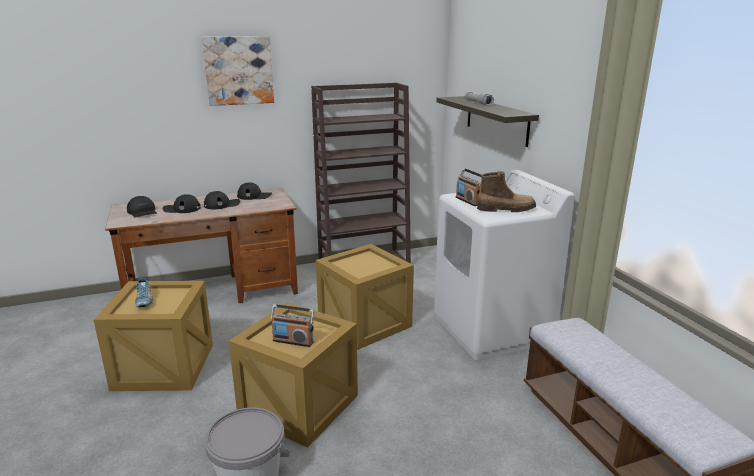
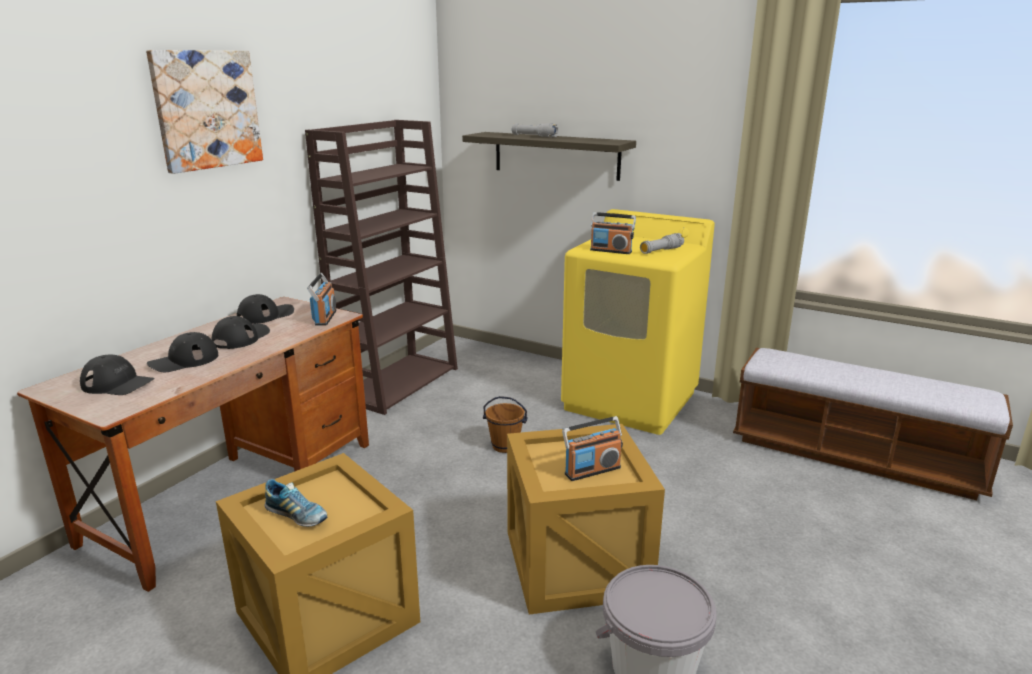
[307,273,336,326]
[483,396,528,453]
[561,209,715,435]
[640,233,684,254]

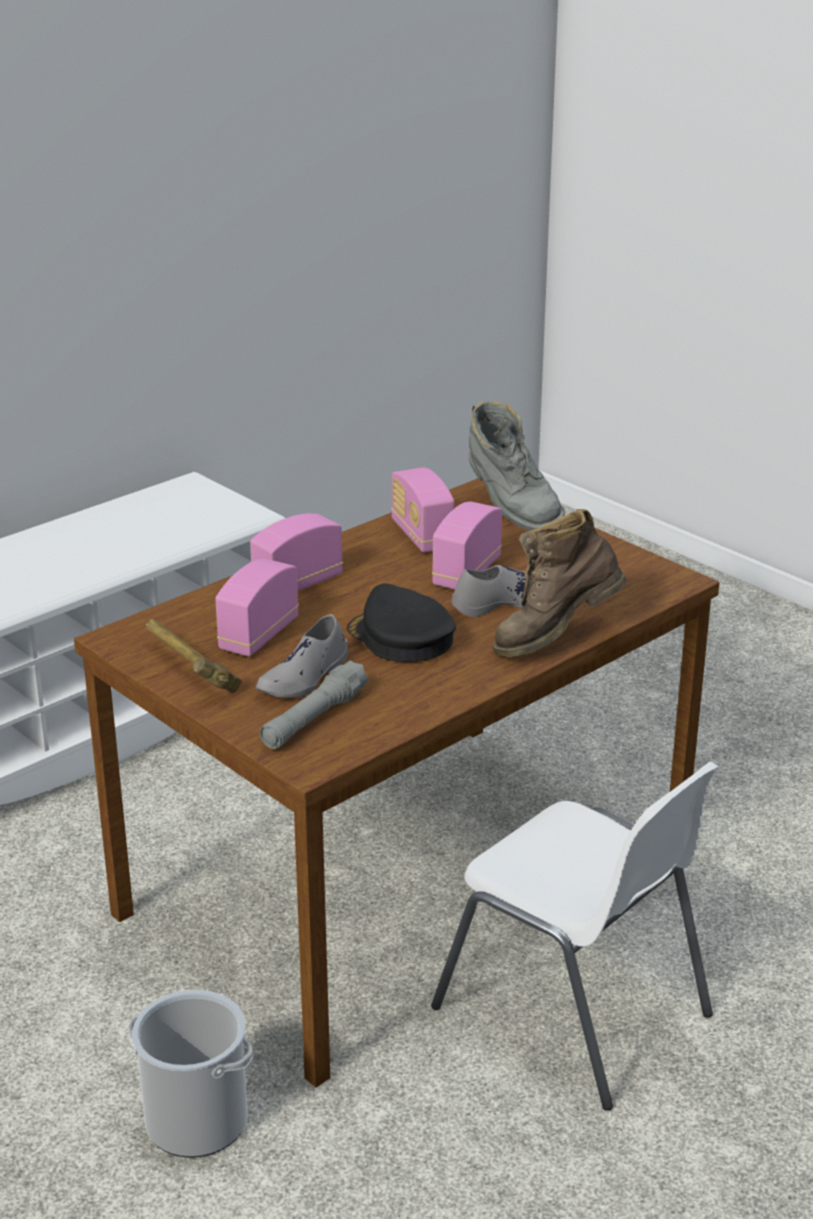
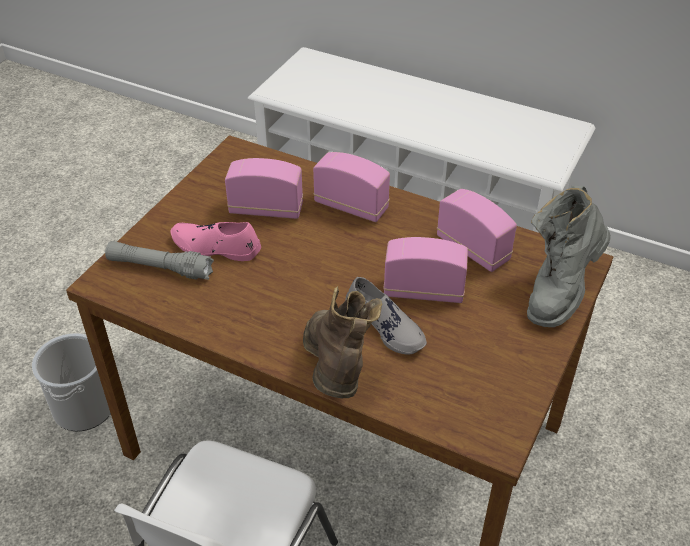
[170,222,261,261]
[303,286,382,398]
[437,189,517,272]
[145,619,242,693] (first image)
[347,583,456,662] (first image)

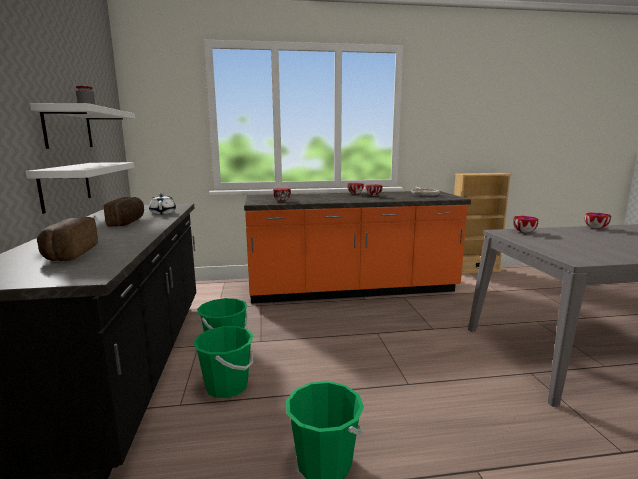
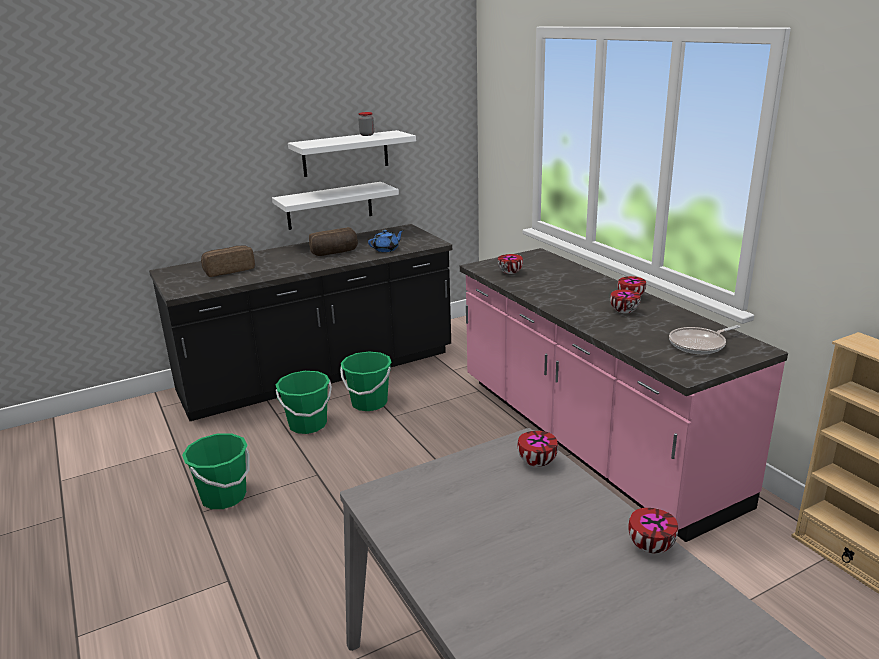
[368,230,404,252]
[460,248,788,542]

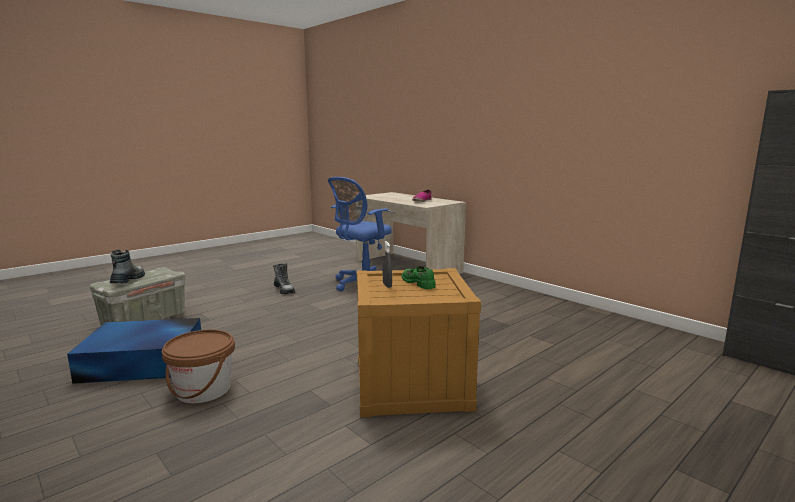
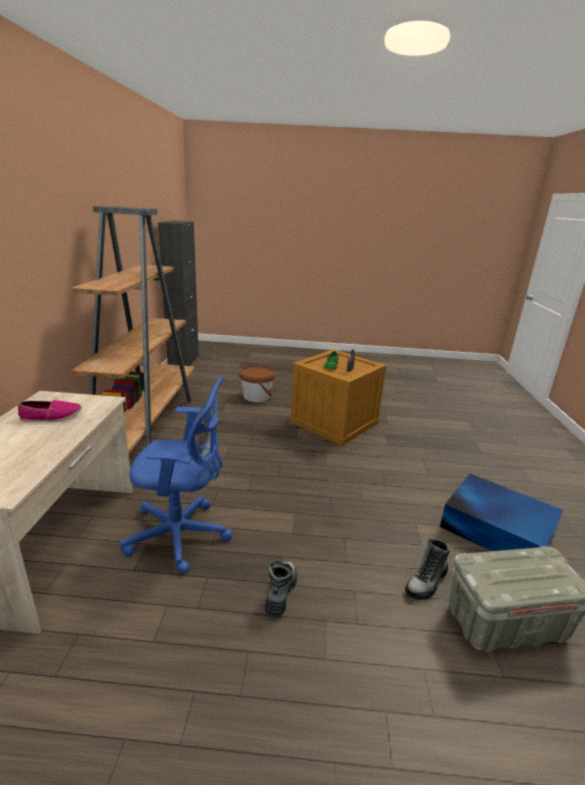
[71,206,195,453]
[239,365,275,402]
[405,538,450,600]

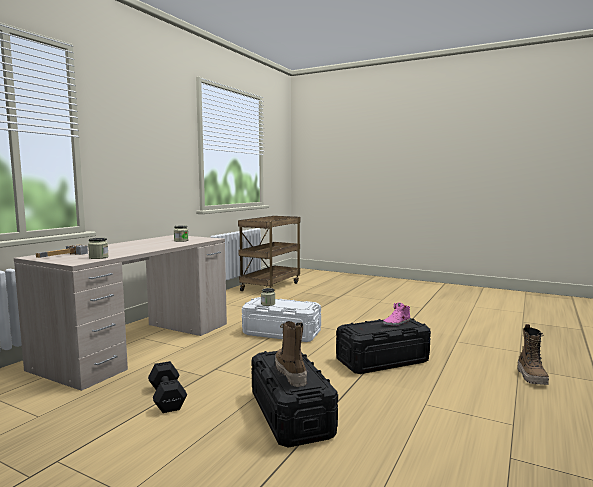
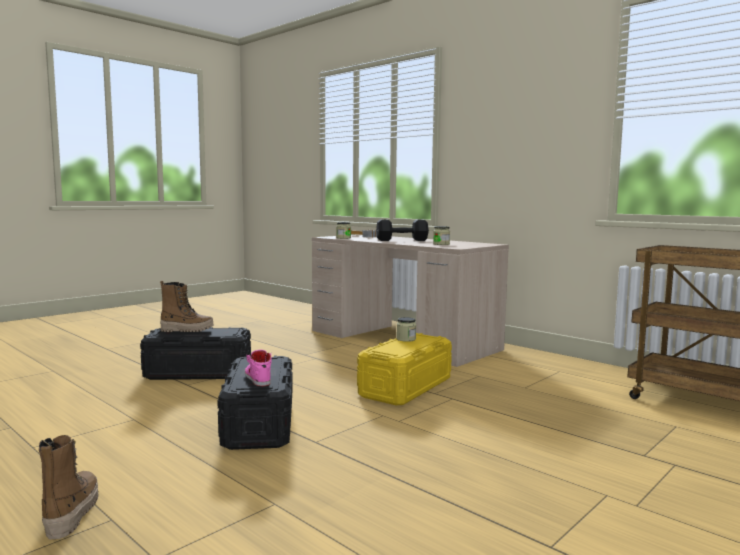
[39,435,98,539]
[357,333,452,405]
[376,219,429,241]

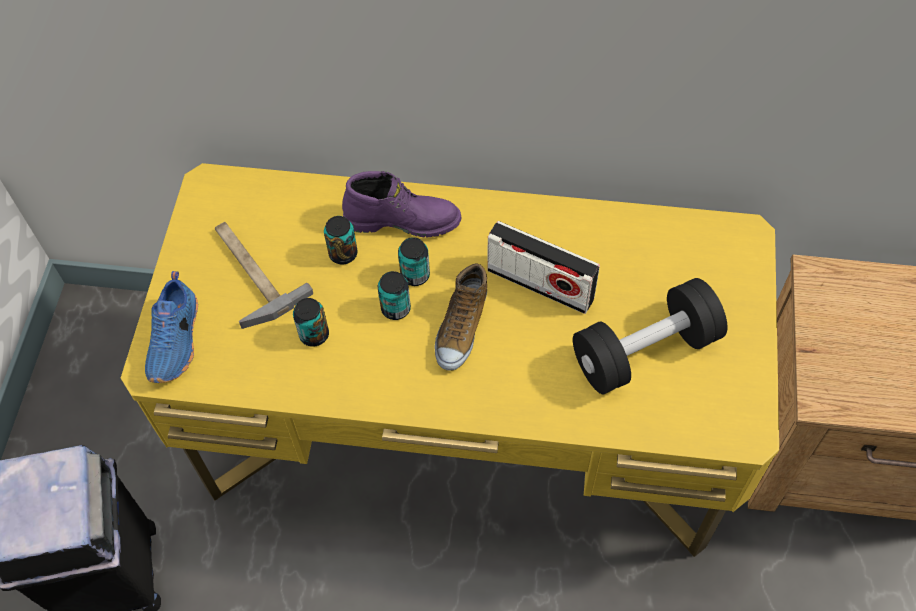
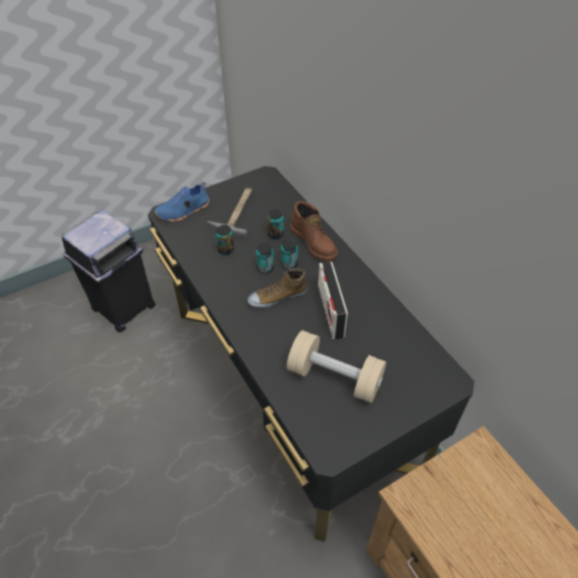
[148,166,474,542]
[287,330,386,403]
[290,201,338,261]

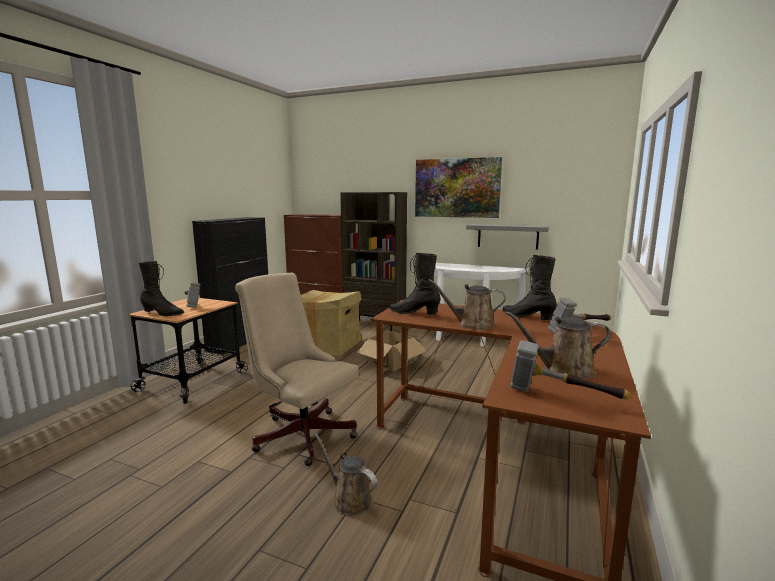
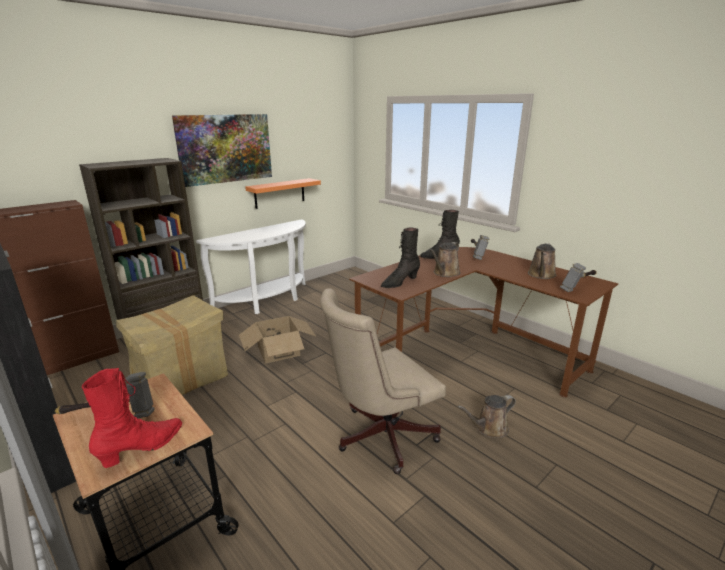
[82,368,182,468]
[245,178,321,209]

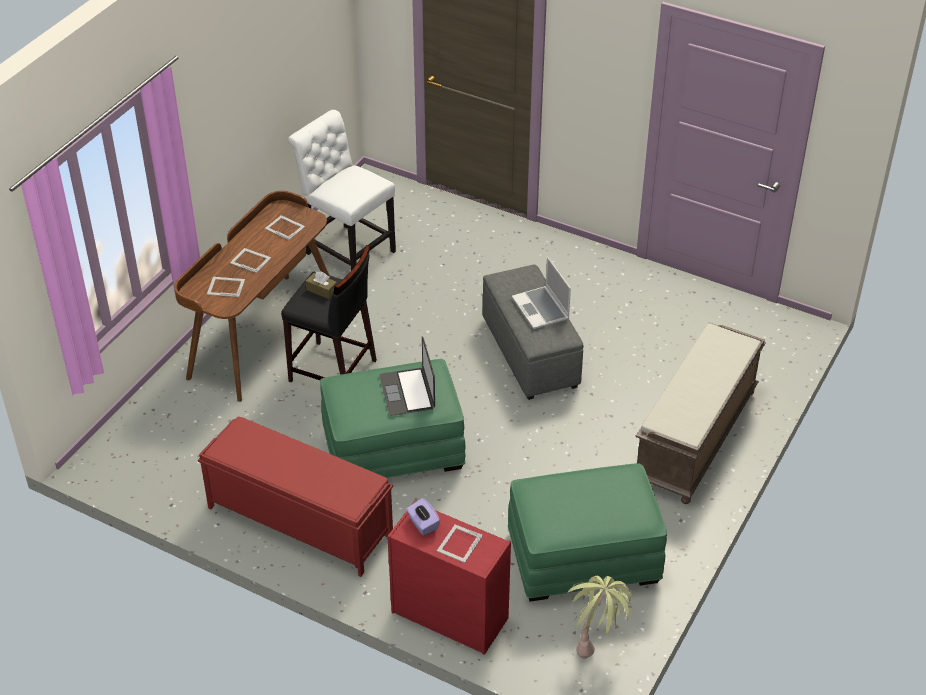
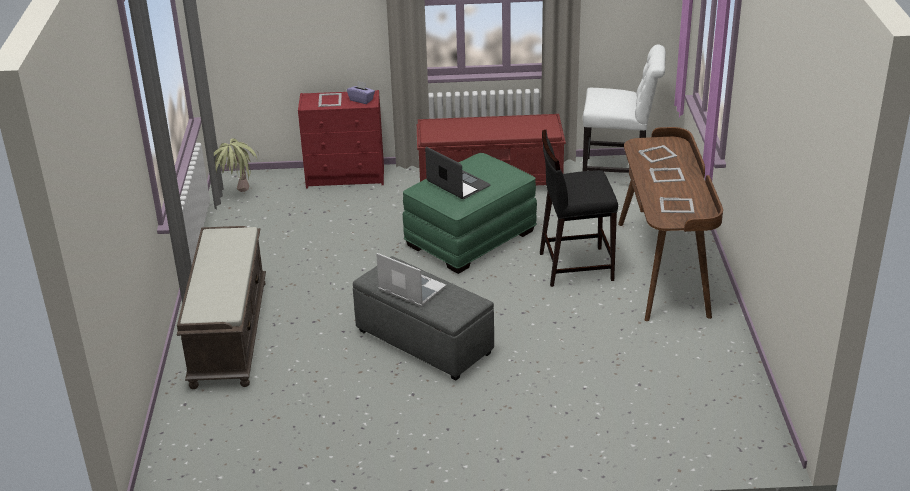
[583,45,666,173]
[306,271,337,299] (first image)
[508,463,667,602] (first image)

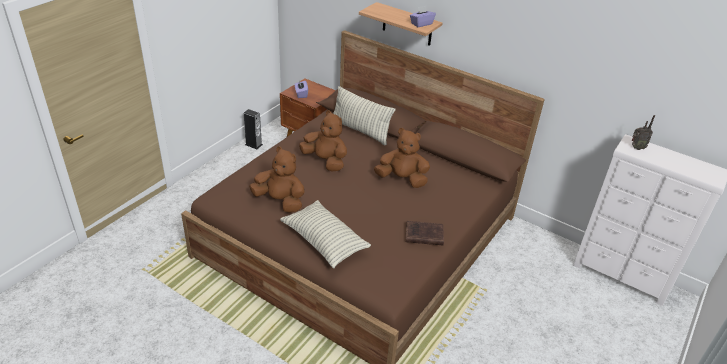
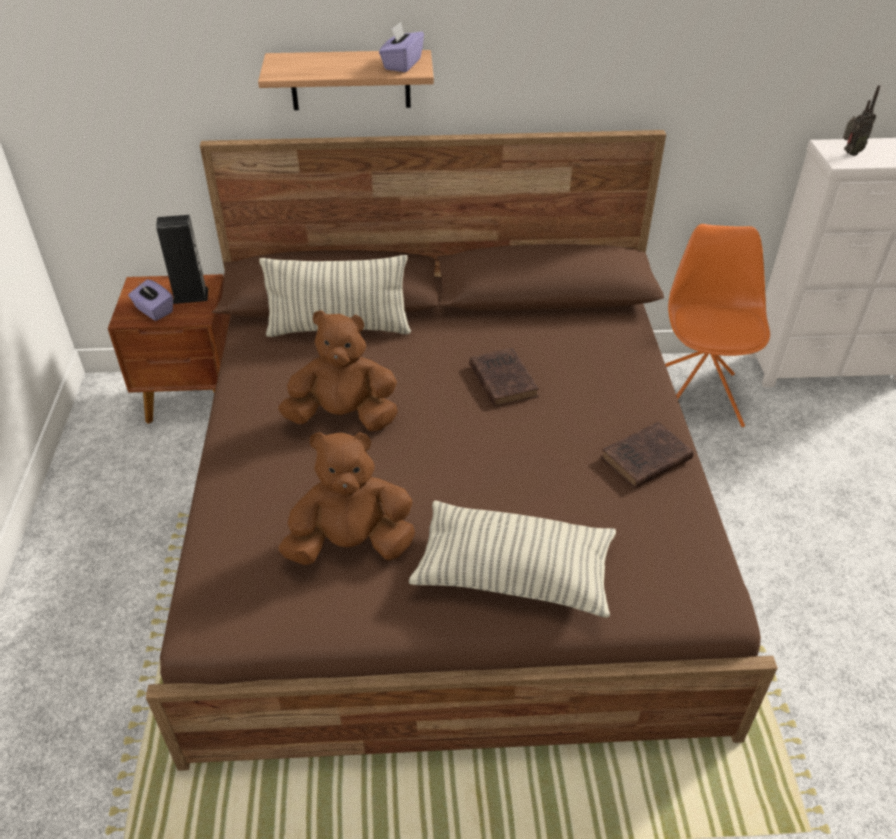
[156,215,208,304]
[469,348,539,407]
[665,224,770,427]

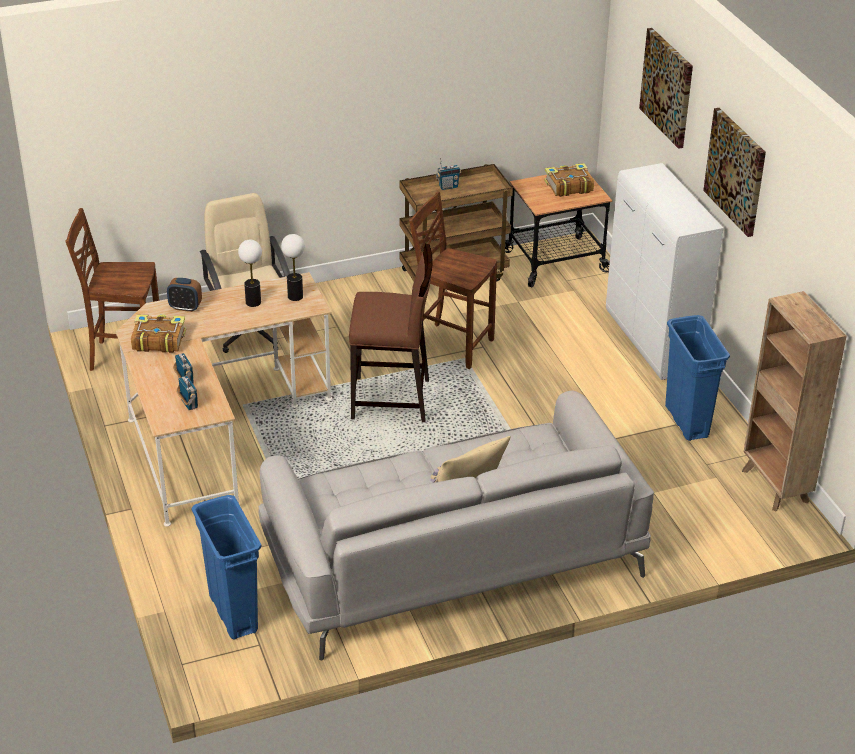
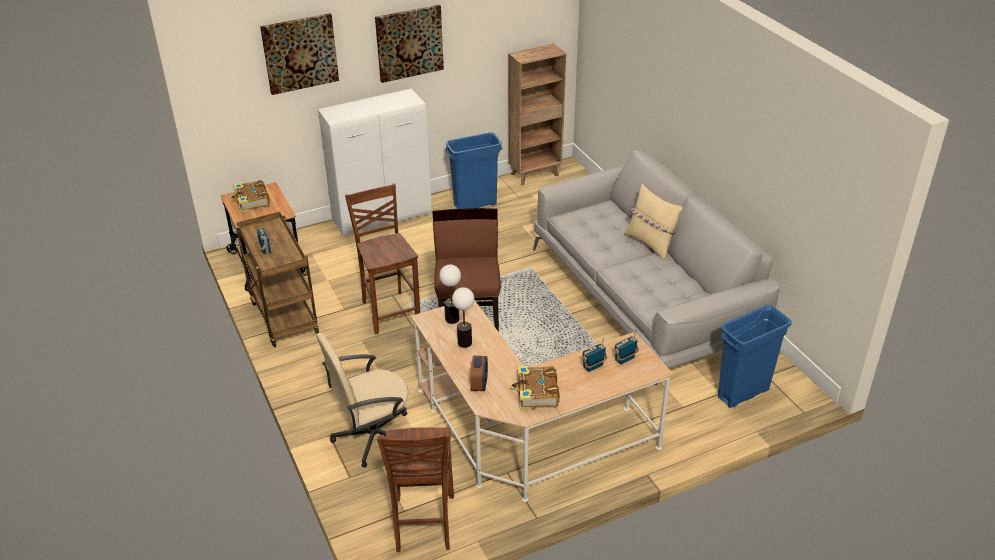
[345,183,420,334]

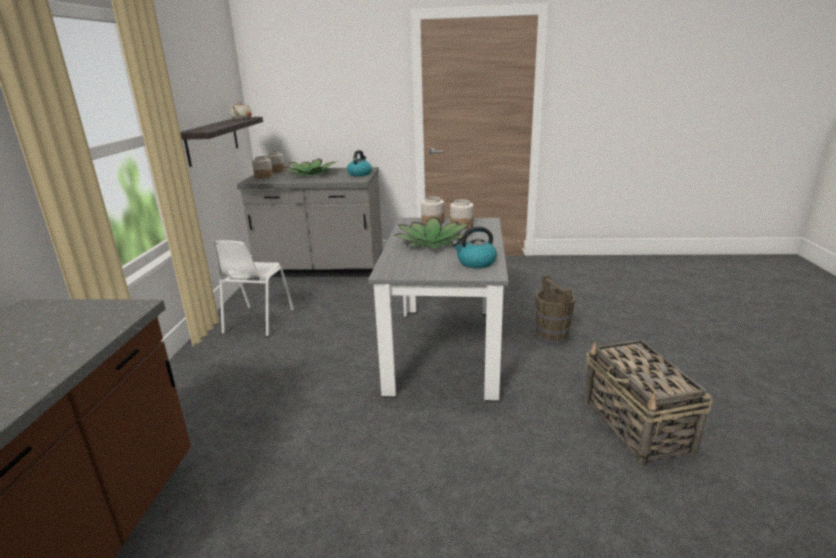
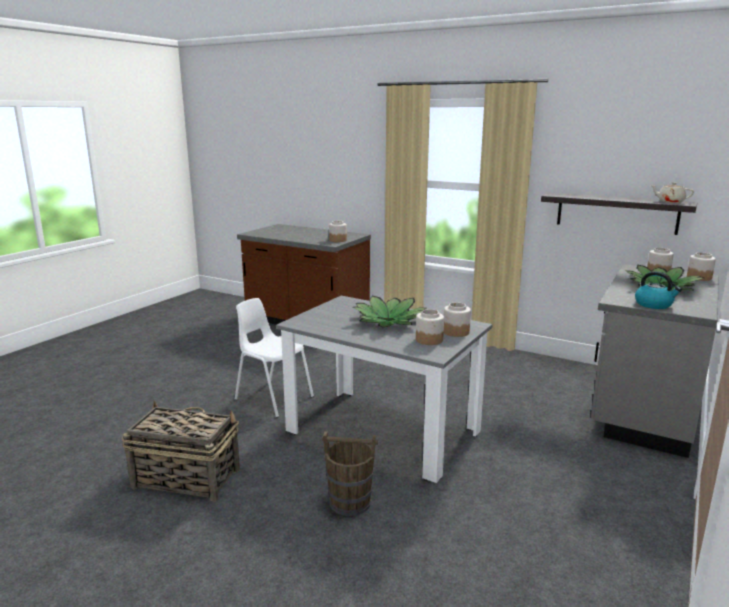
[235,298,314,418]
[329,221,347,242]
[452,226,497,268] (first image)

